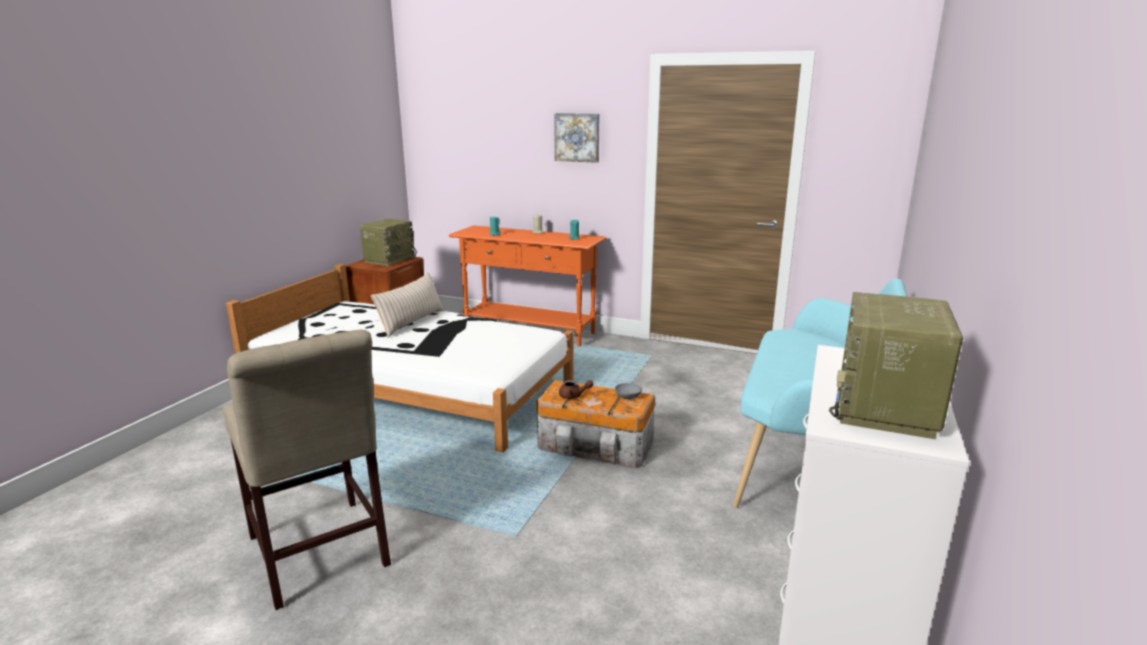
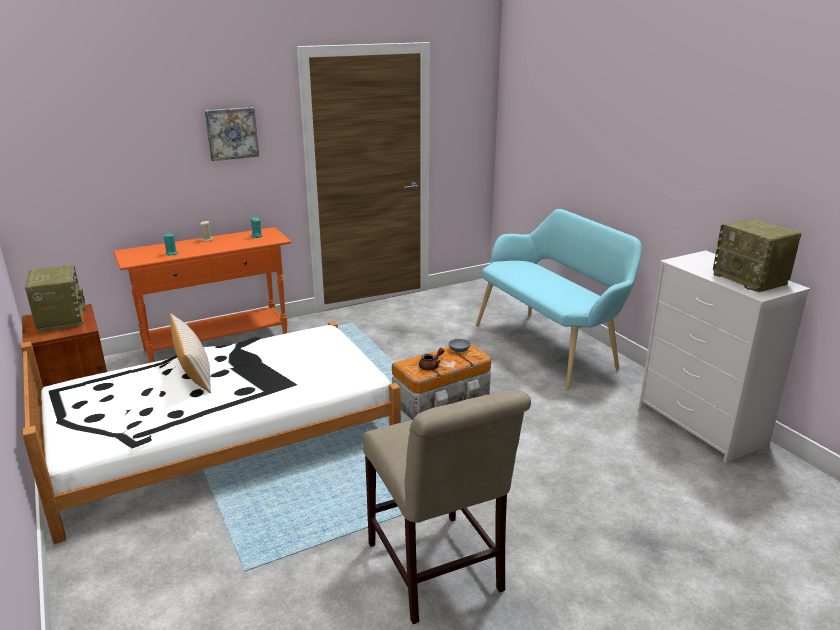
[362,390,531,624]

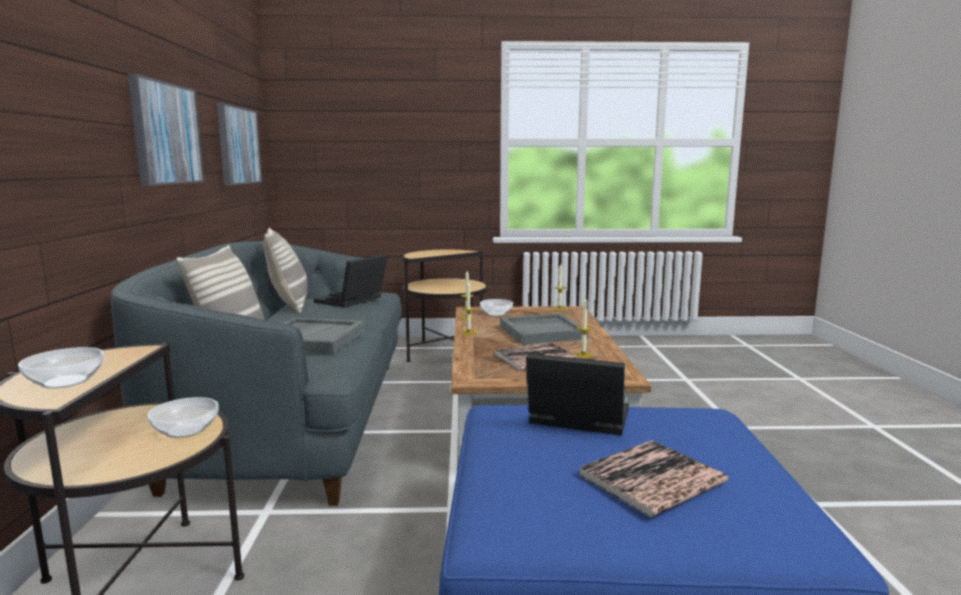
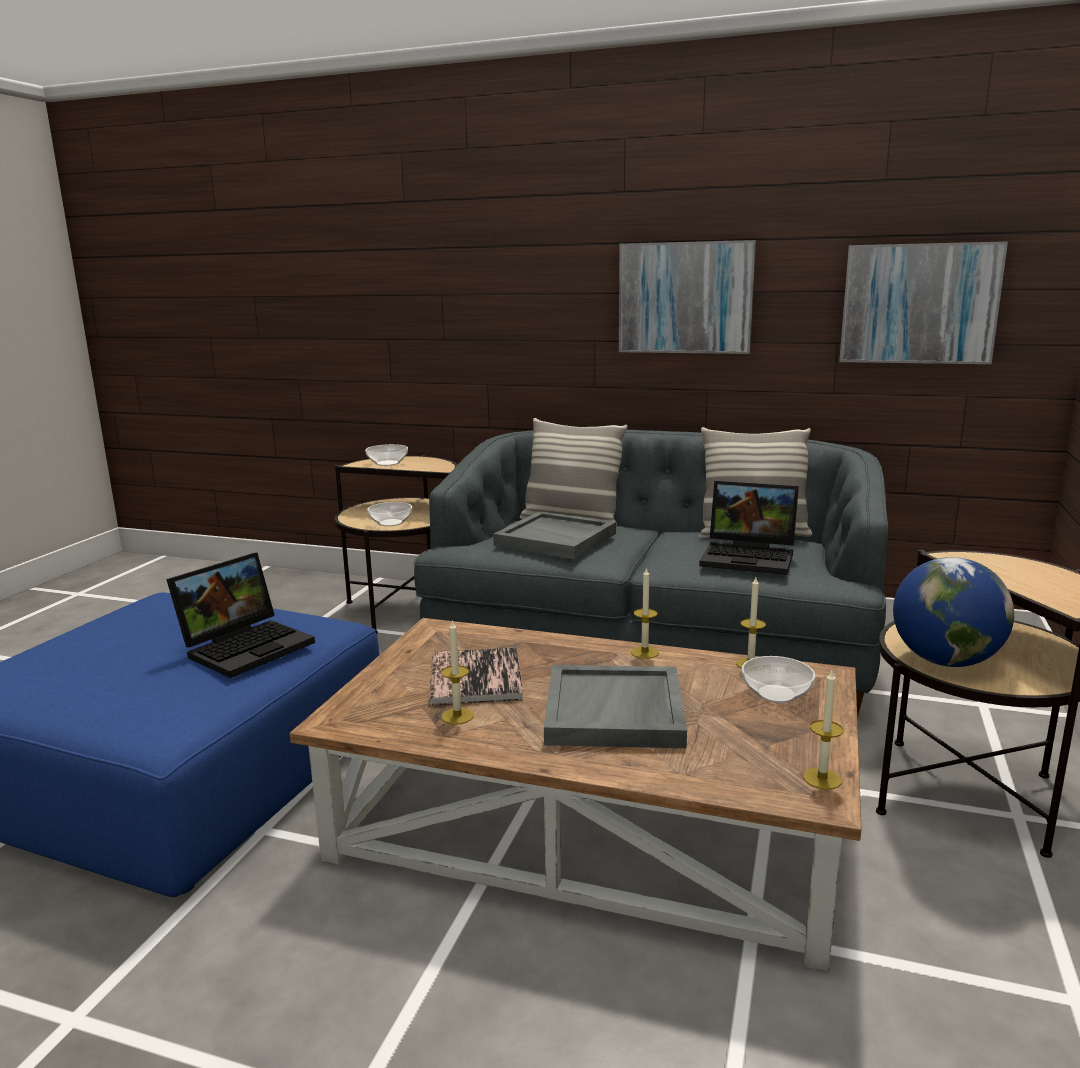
[699,481,799,575]
[893,557,1014,667]
[578,440,728,517] (first image)

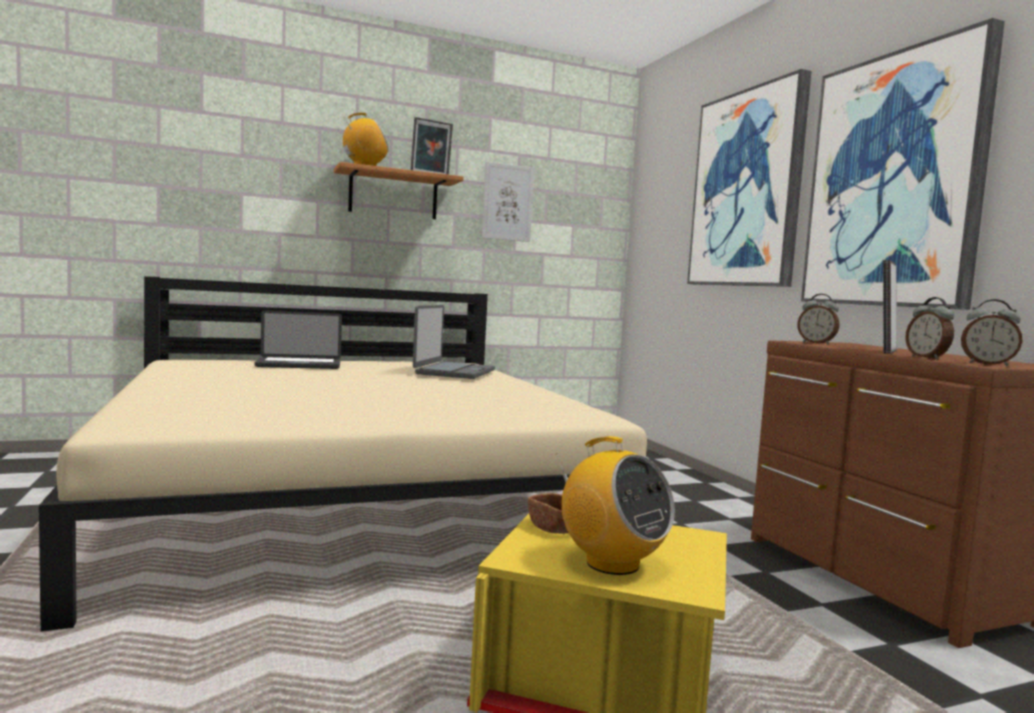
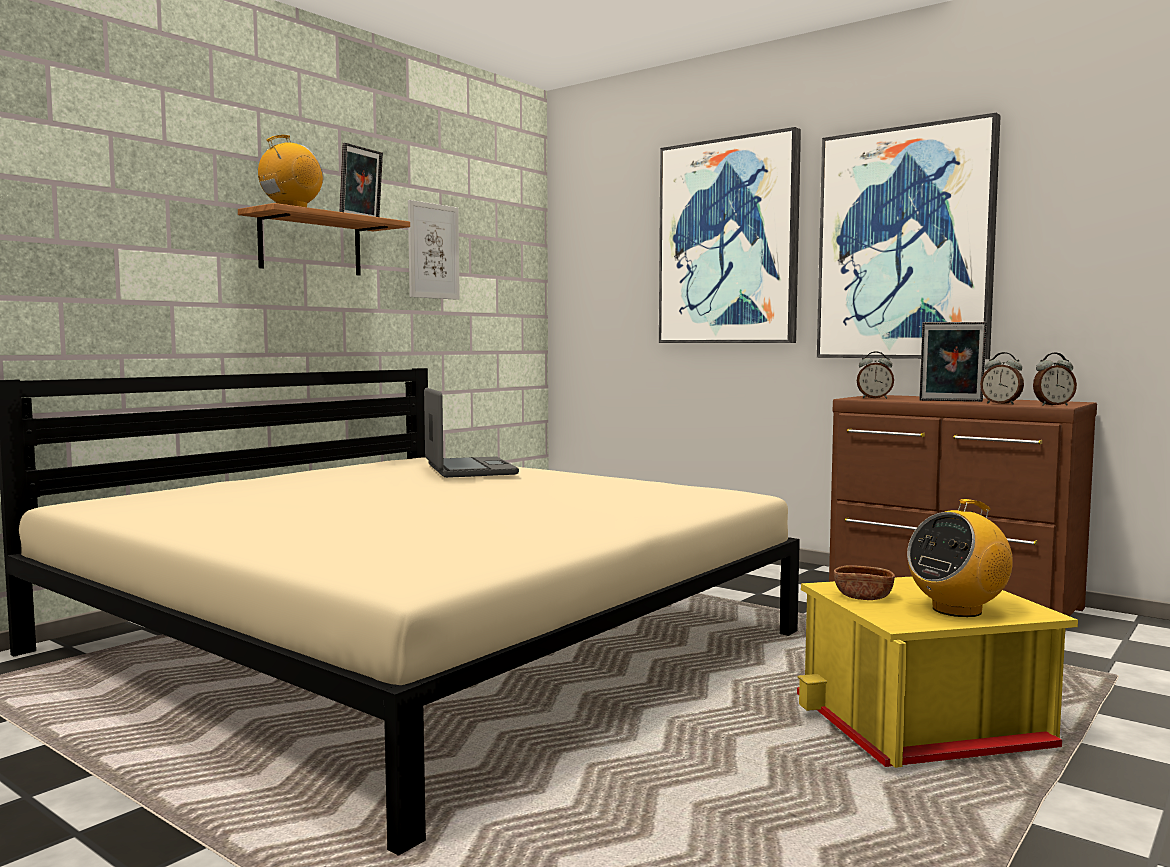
[907,499,1013,617]
[919,322,987,402]
[255,310,342,369] (first image)

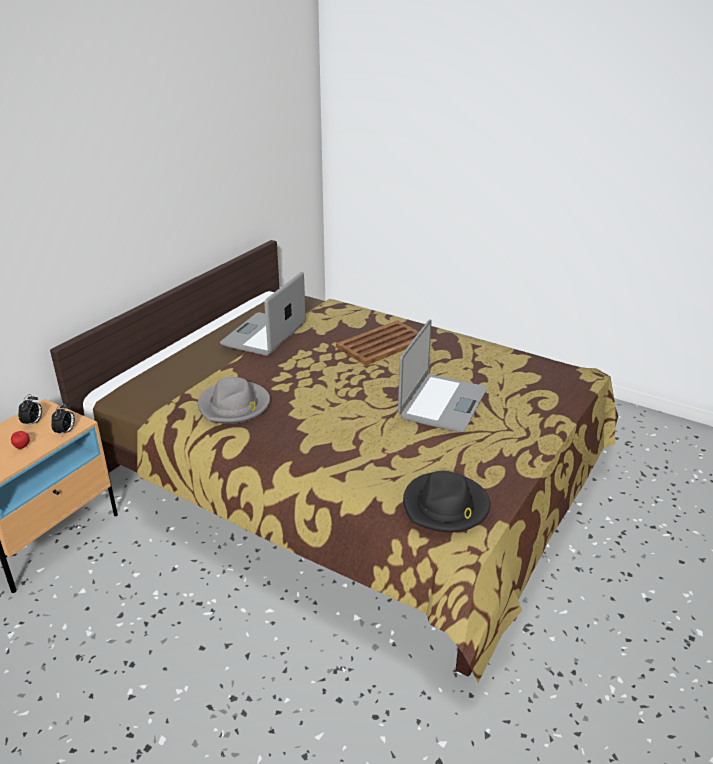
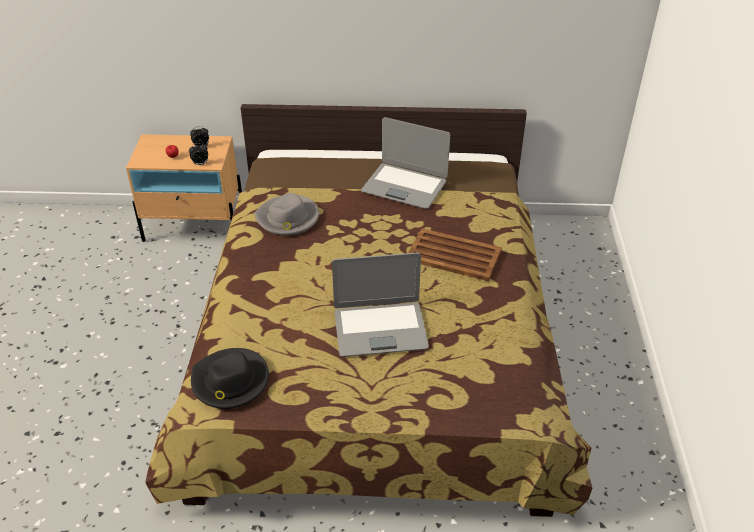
[361,117,450,209]

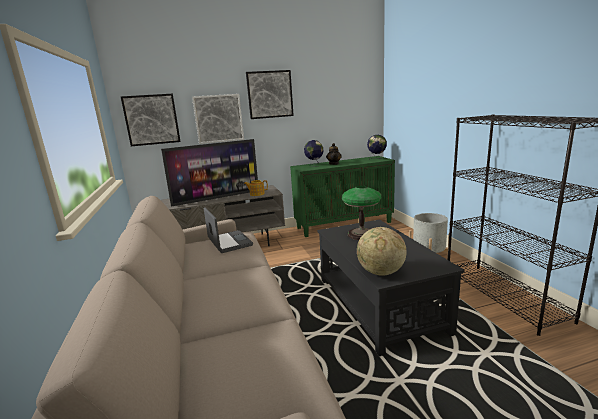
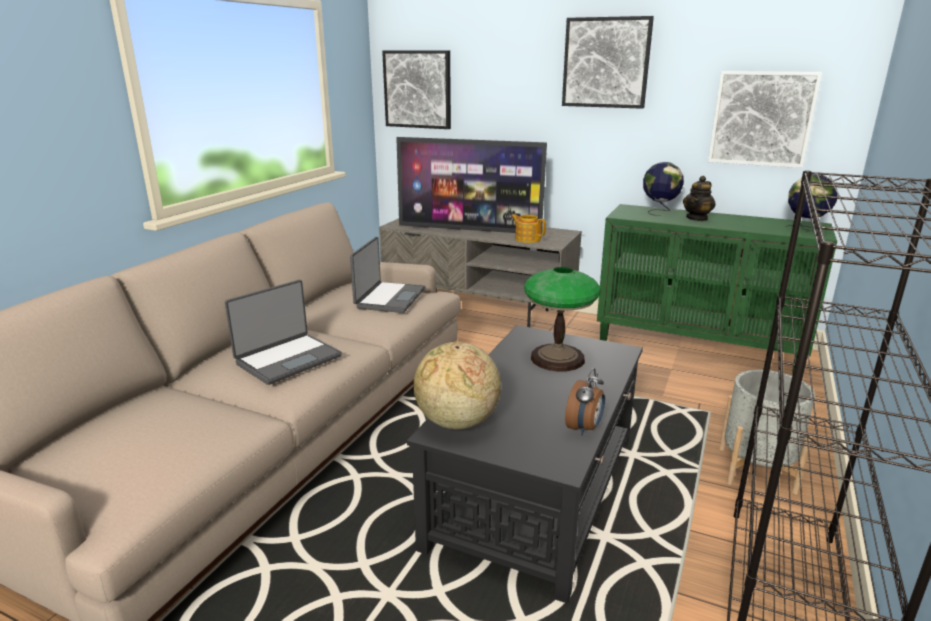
[225,280,342,385]
[565,368,605,435]
[708,71,822,168]

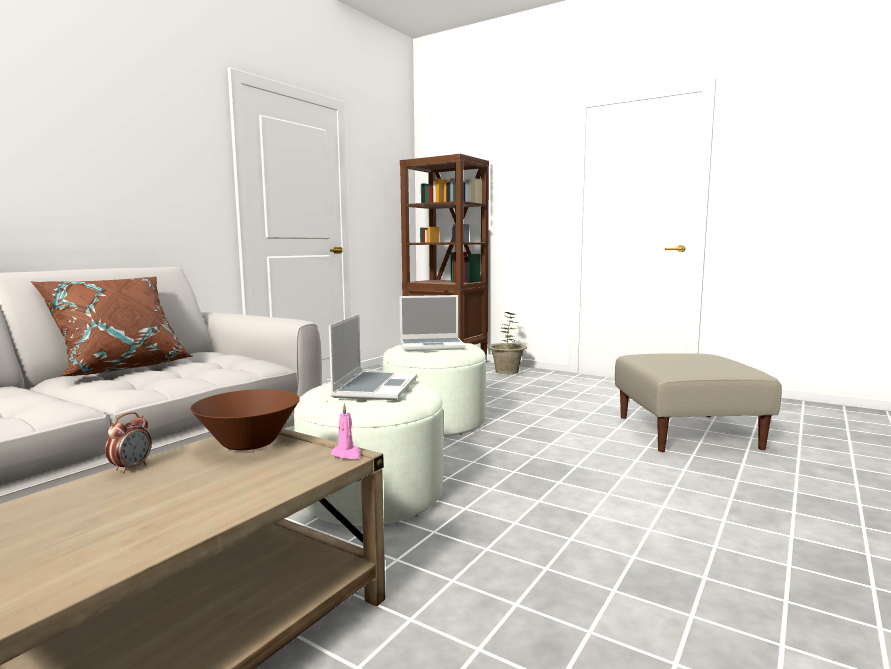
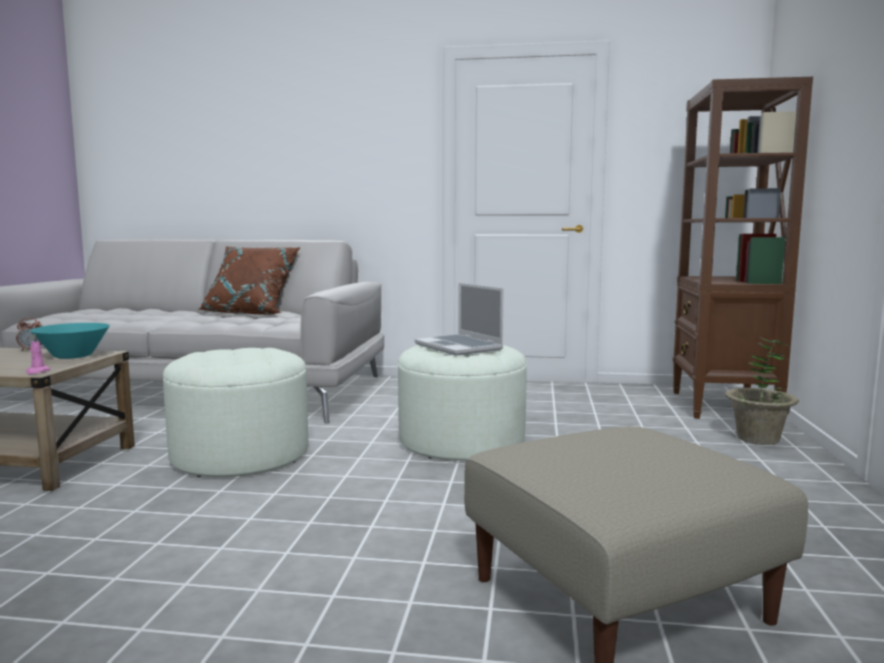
[30,323,110,359]
[329,314,417,400] (first image)

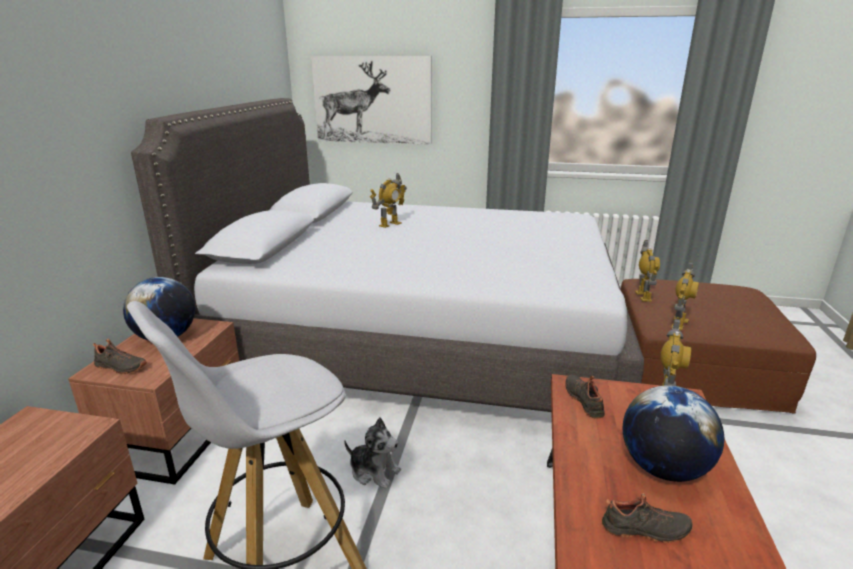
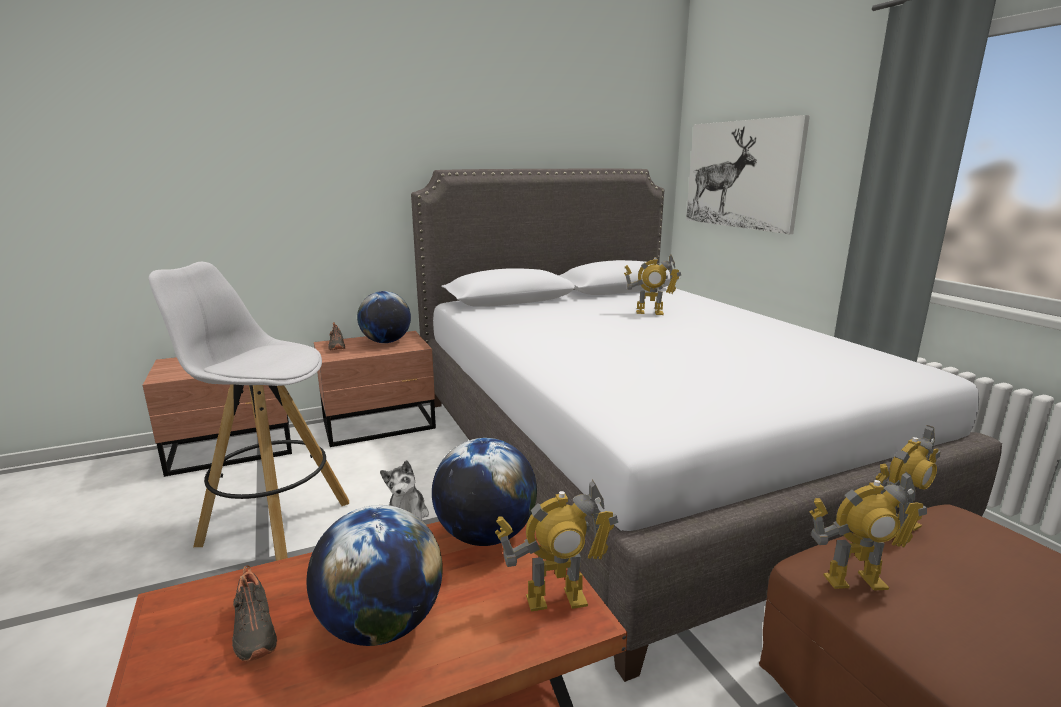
[432,438,537,546]

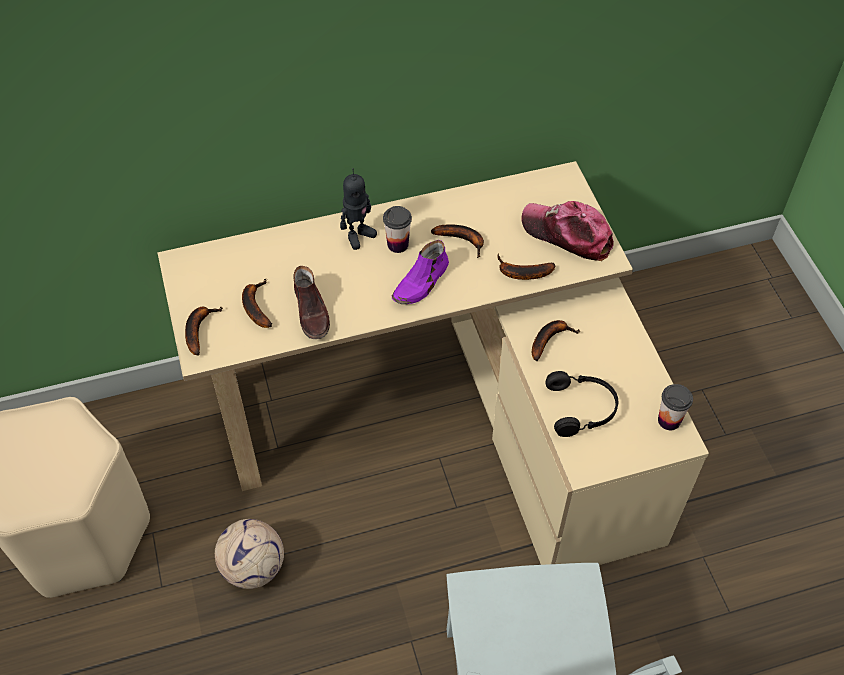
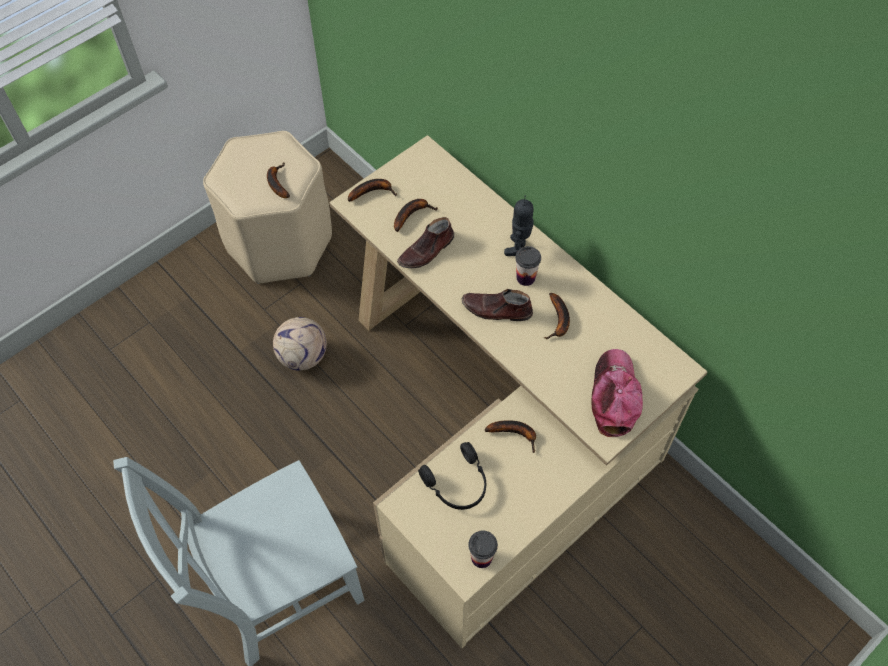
[267,162,290,198]
[462,289,533,321]
[504,196,534,256]

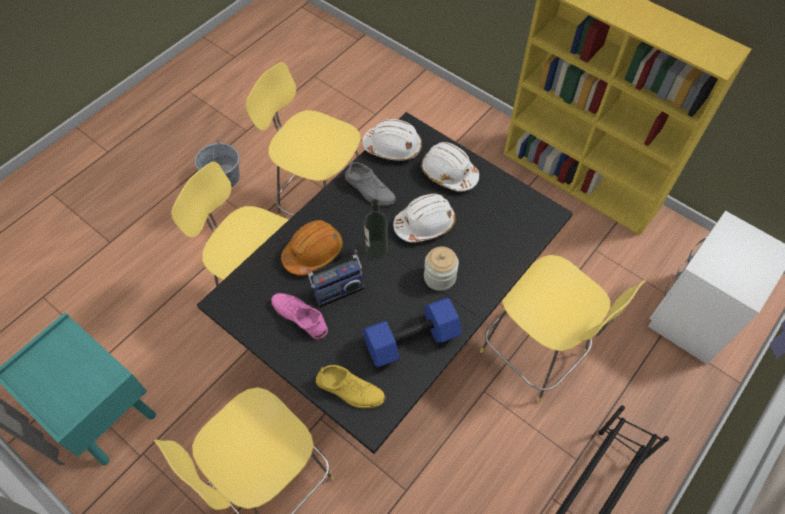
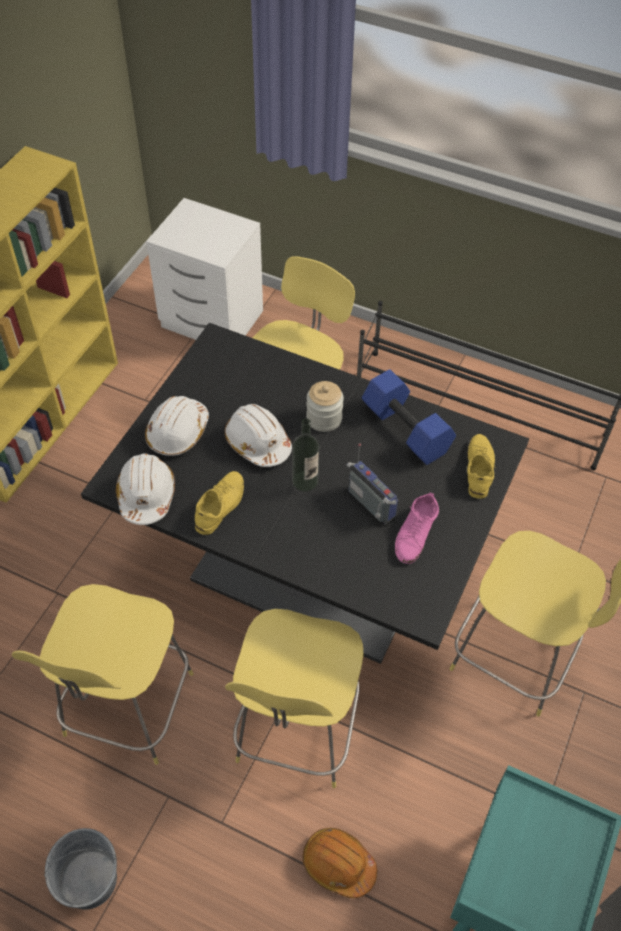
[195,471,244,535]
[302,828,377,898]

